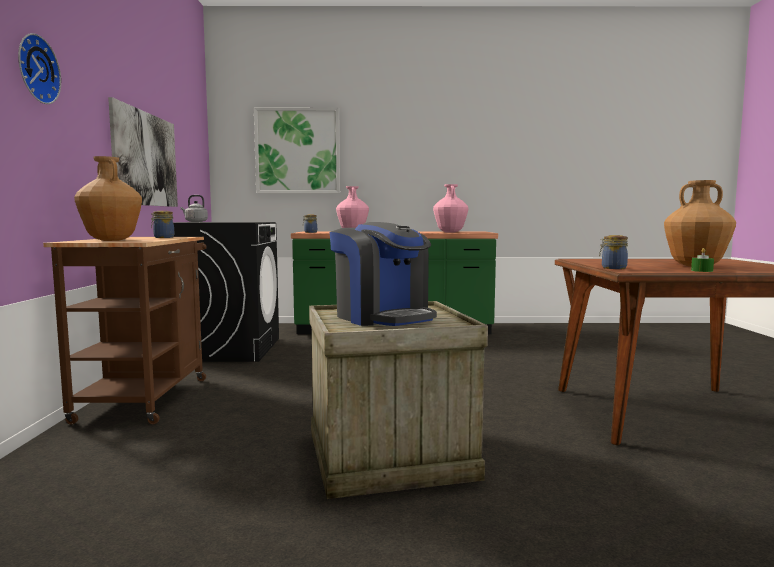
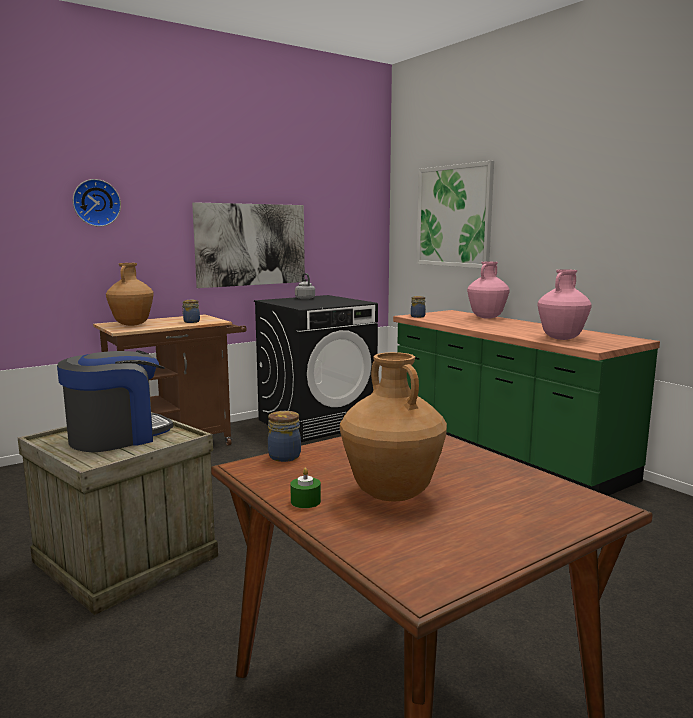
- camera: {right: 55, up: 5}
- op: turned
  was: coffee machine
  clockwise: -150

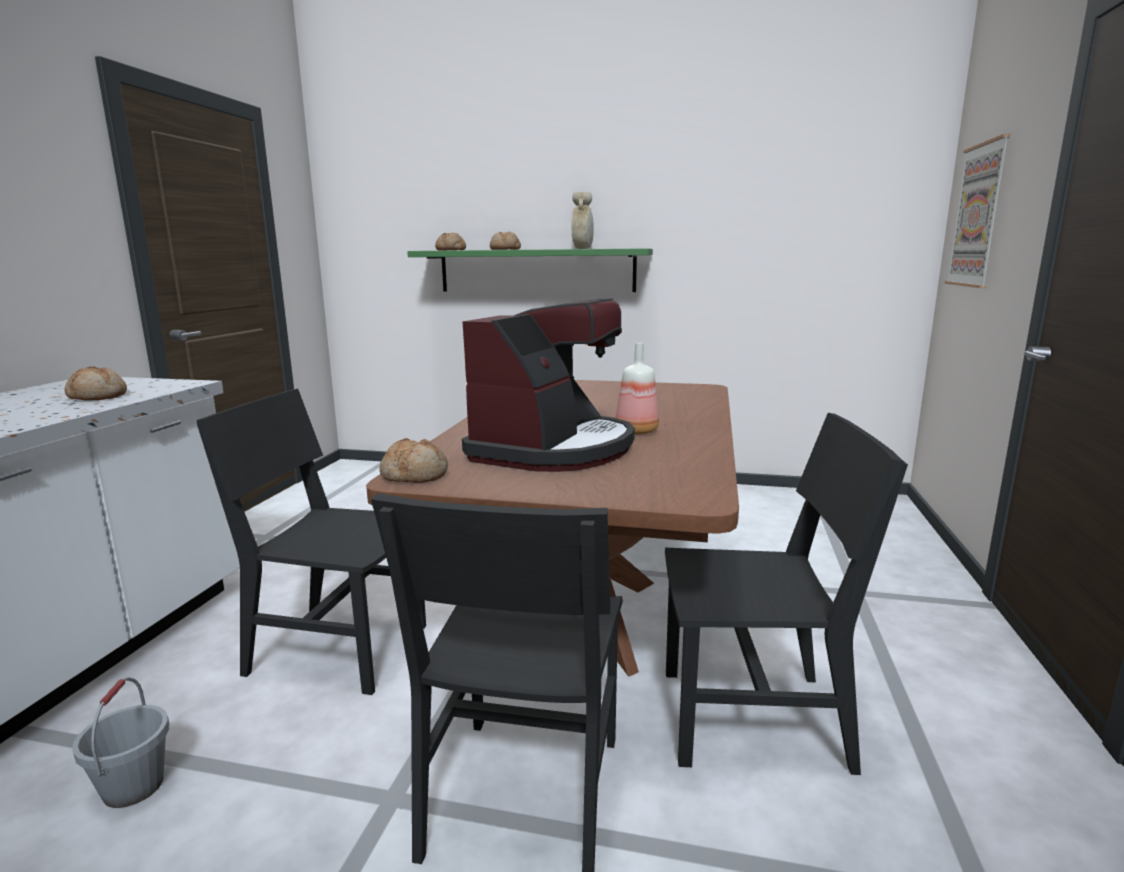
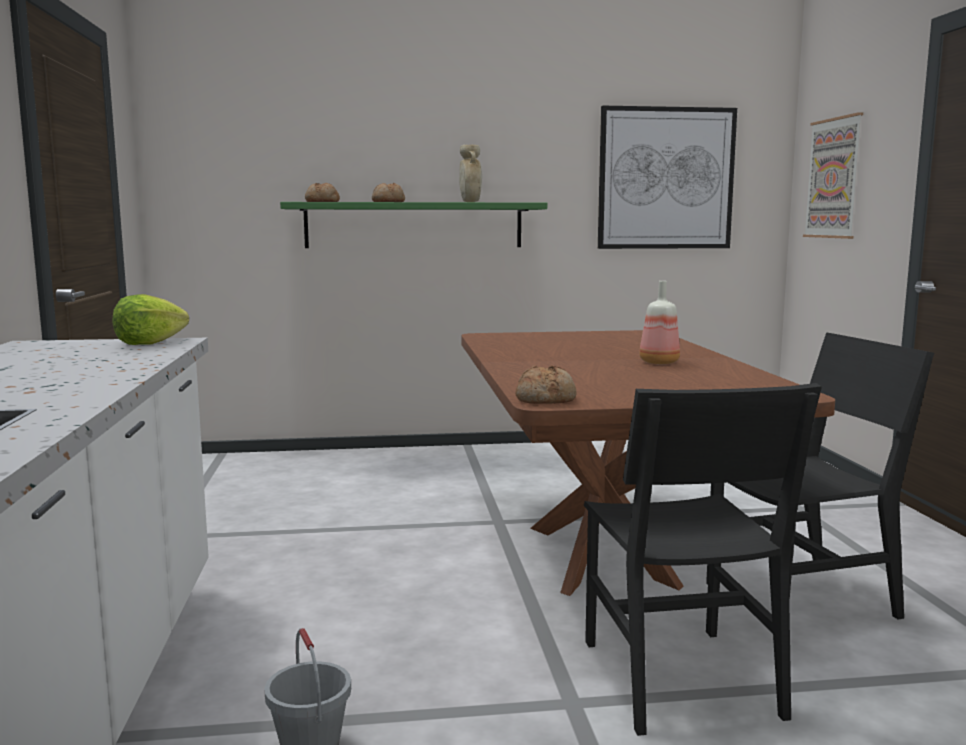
- camera: {right: -20, up: -5}
- op: removed
  was: coffee machine
- op: removed
  was: bread (1st from left)
- op: removed
  was: black chair (1st from left)
- op: added
  now: picture (1st from left)
- op: added
  now: lettuce

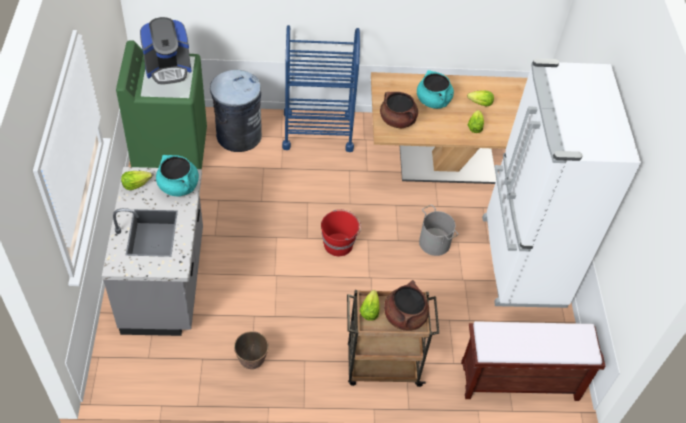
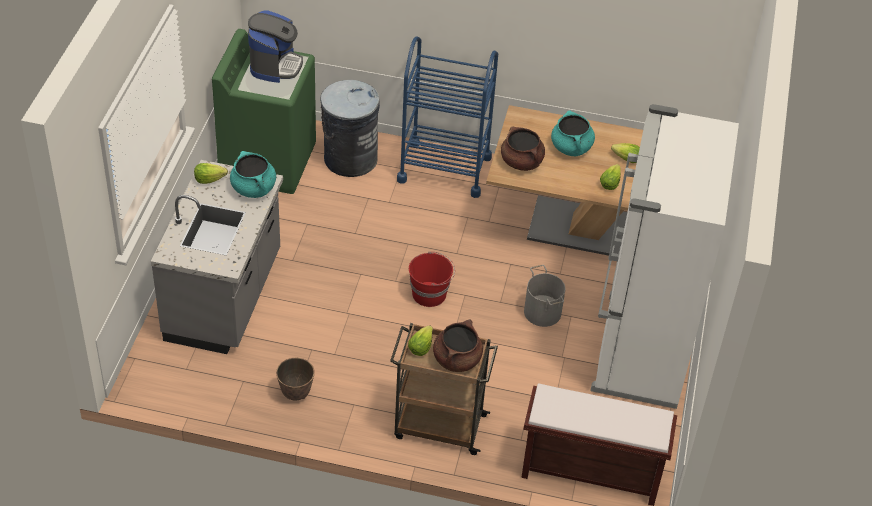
- camera: {right: 15, up: -5}
- op: turned
  was: coffee machine
  clockwise: -75

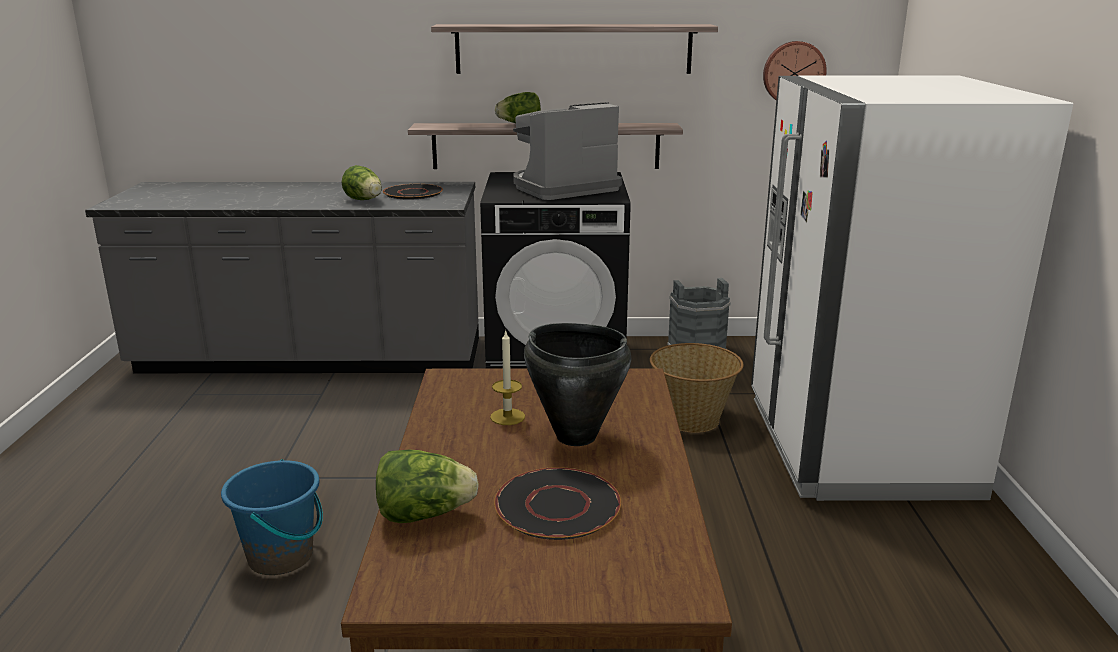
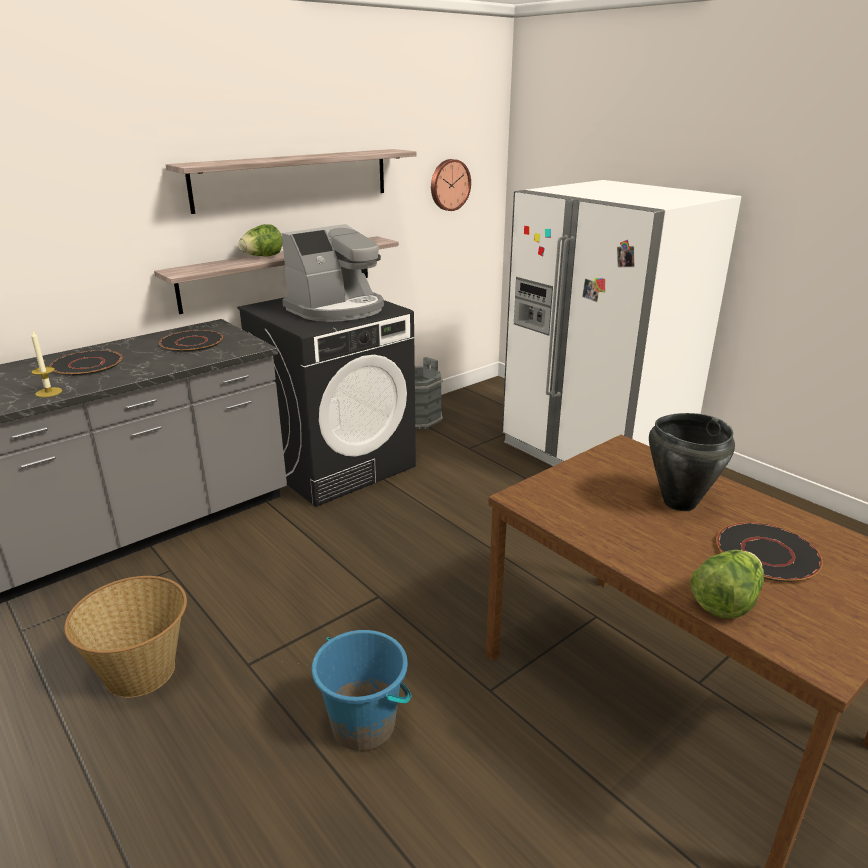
- camera: {right: -40, up: 5}
- op: turned
  was: coffee machine
  clockwise: -150
- op: removed
  was: lettuce (1st from left)
- op: moved
  was: candle
- op: moved
  was: basket
- op: added
  now: black plate (1st from left)

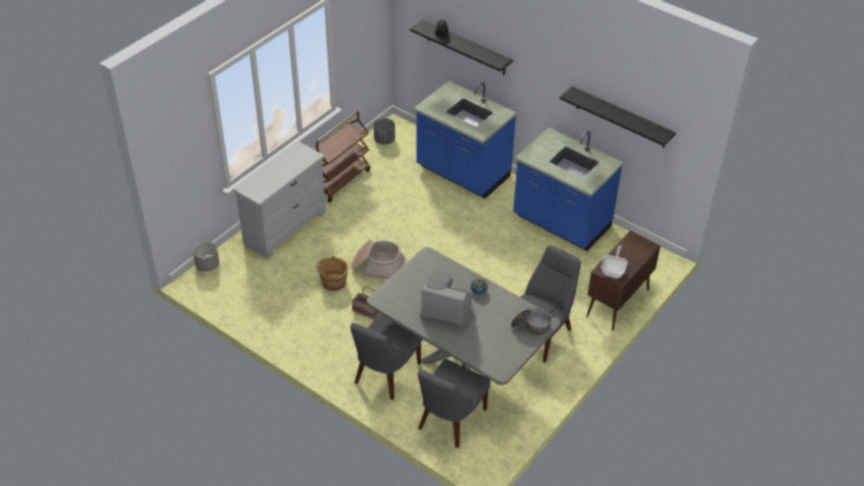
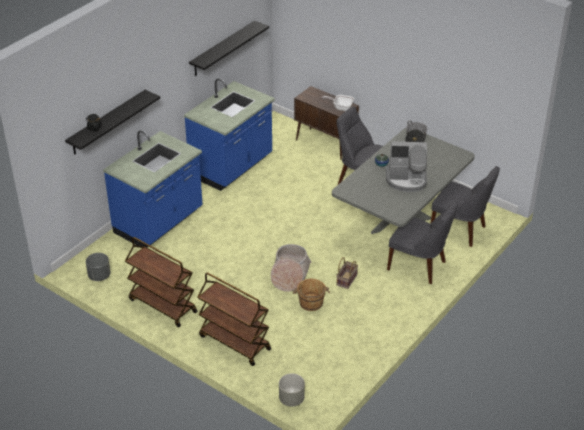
- camera: {right: -90, up: -5}
- op: replaced
  was: white dresser
  now: brown cart (2nd from left)
- op: turned
  was: coffee machine
  clockwise: -105

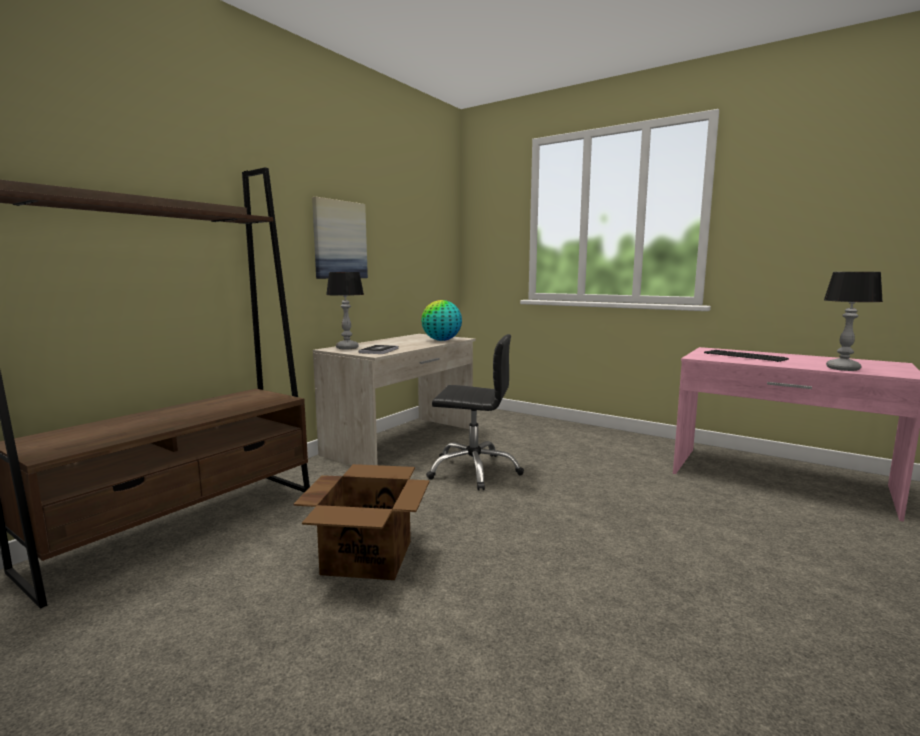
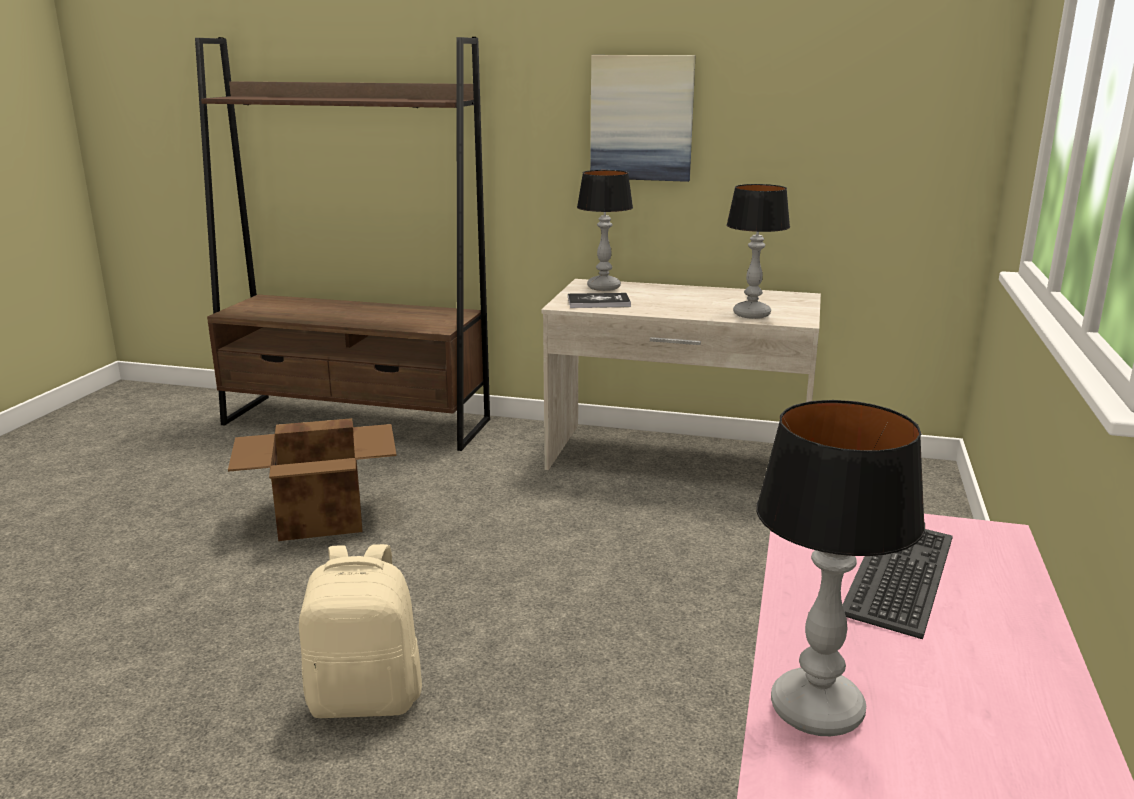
- camera: {right: 70, up: 10}
- op: replaced
  was: globe
  now: table lamp (2nd from left)
- op: removed
  was: black office chair
- op: added
  now: beige backpack

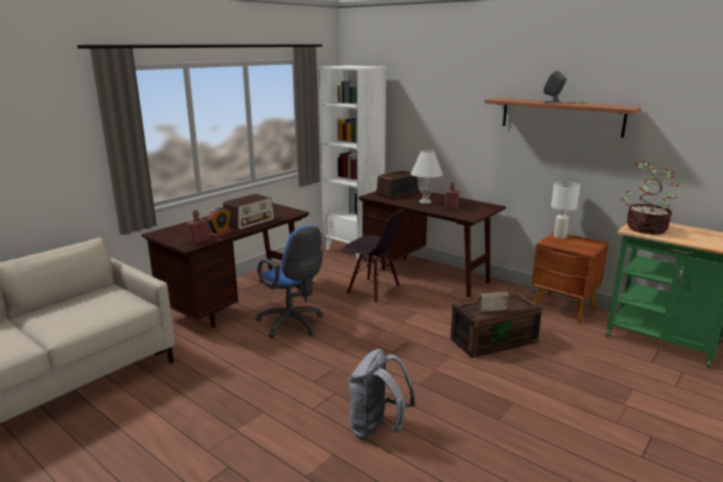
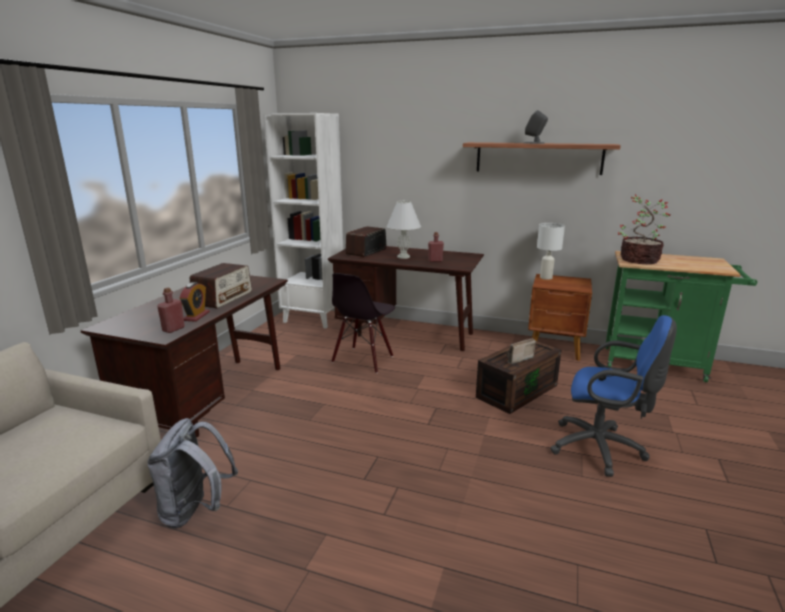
- camera: {right: -20, up: 0}
- op: turned
  was: black chair
  clockwise: 105
- op: moved
  was: blue office chair
- op: moved
  was: grey backpack

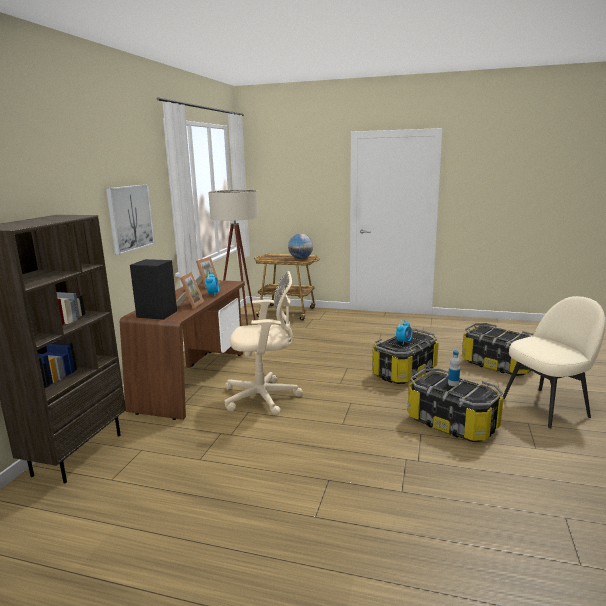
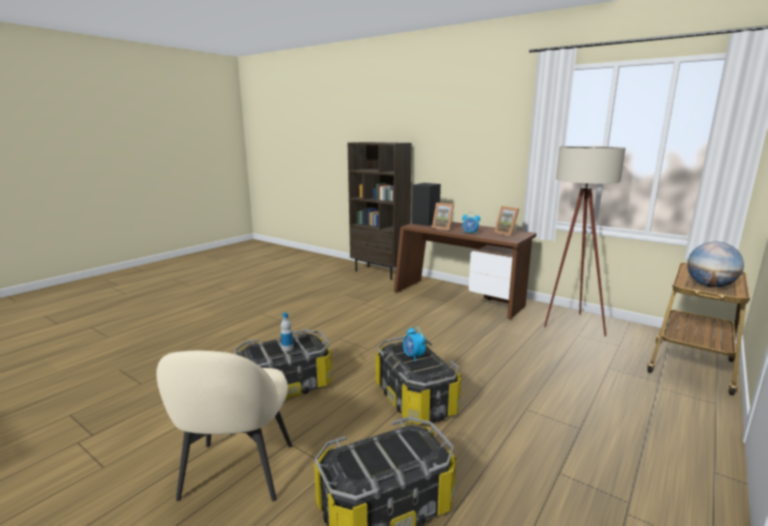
- camera: {right: 110, up: 0}
- op: removed
  was: picture
- op: removed
  was: beige office chair

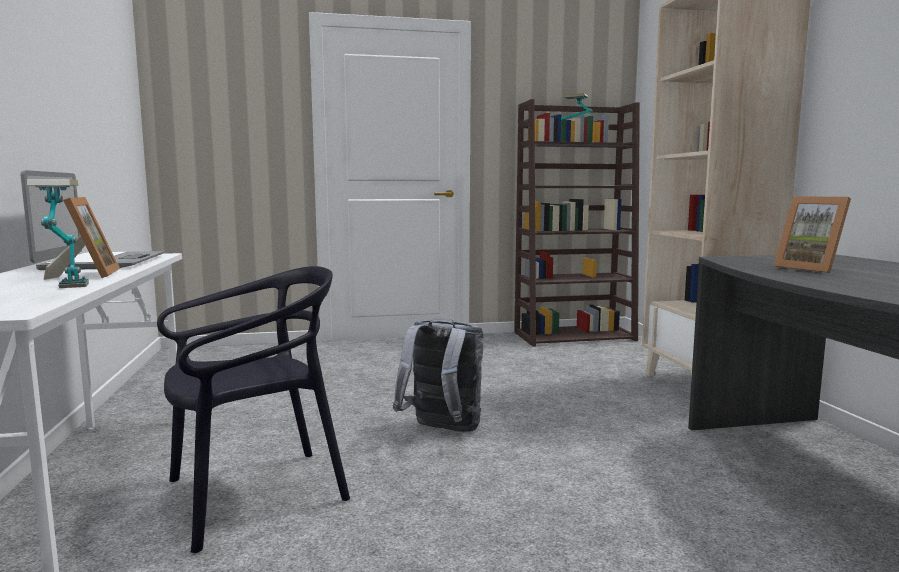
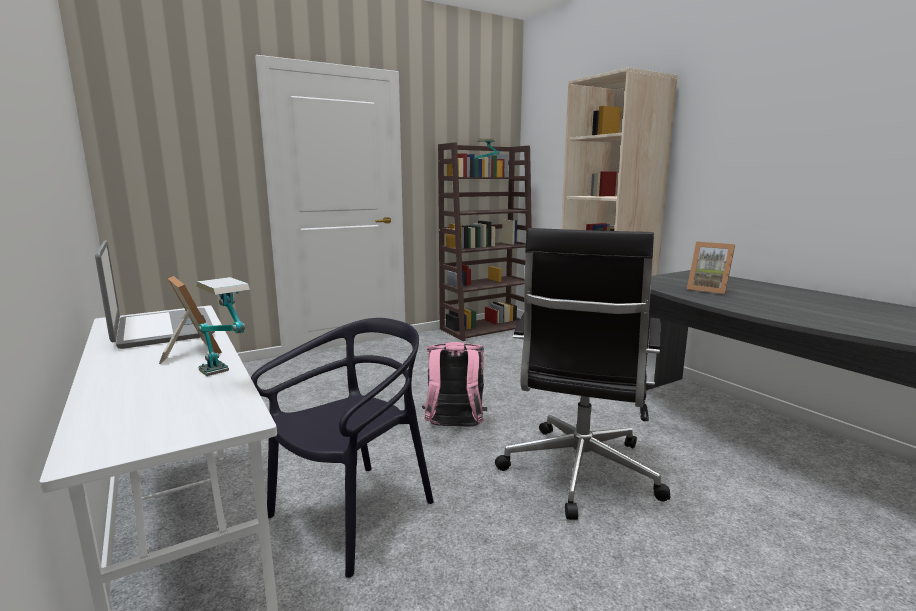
- camera: {right: -20, up: 5}
- op: recoloured
  was: grey backpack
  now: pink backpack
- op: added
  now: black office chair

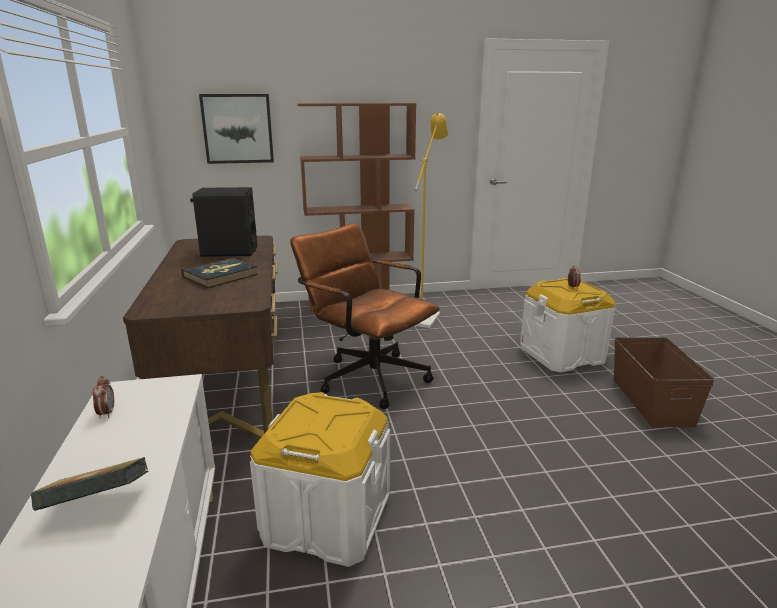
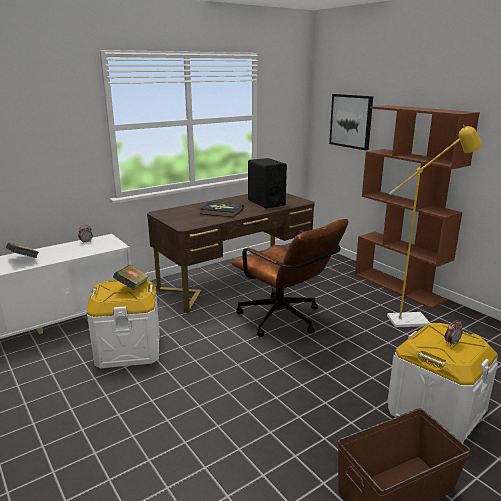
- camera: {right: 65, up: 0}
- op: turned
  was: brown office chair
  clockwise: 120
- op: added
  now: book (2nd from left)

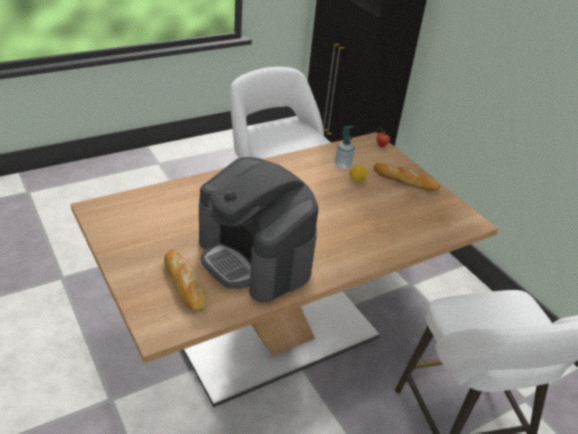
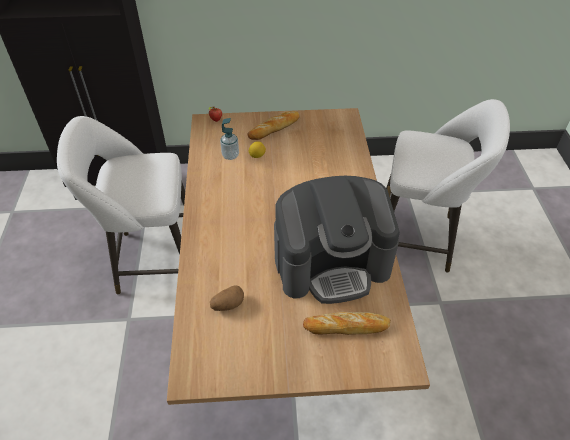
- camera: {right: -60, up: 10}
- op: added
  now: potato

